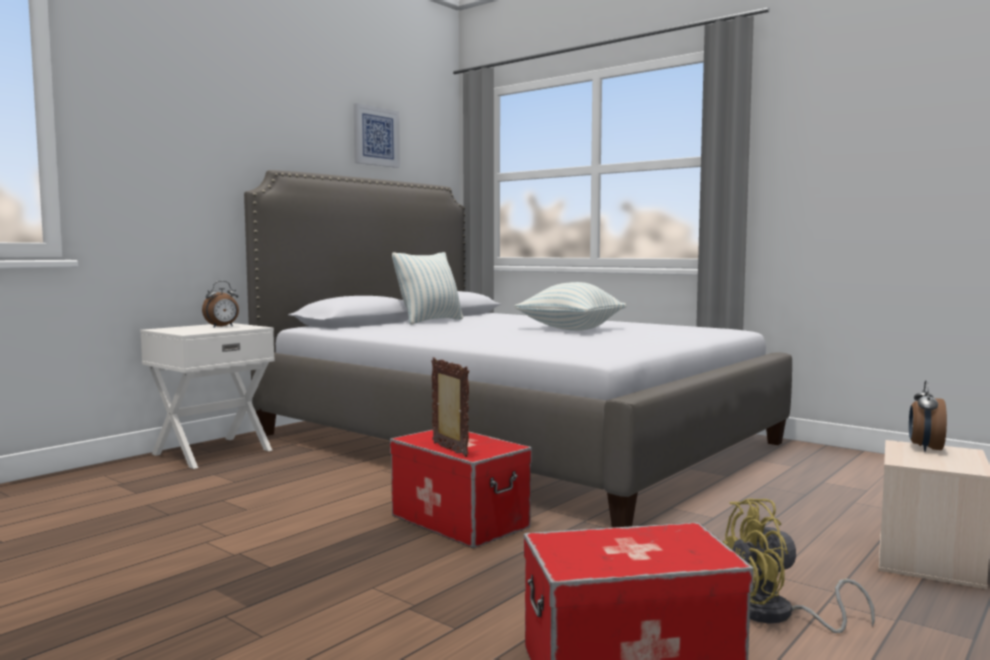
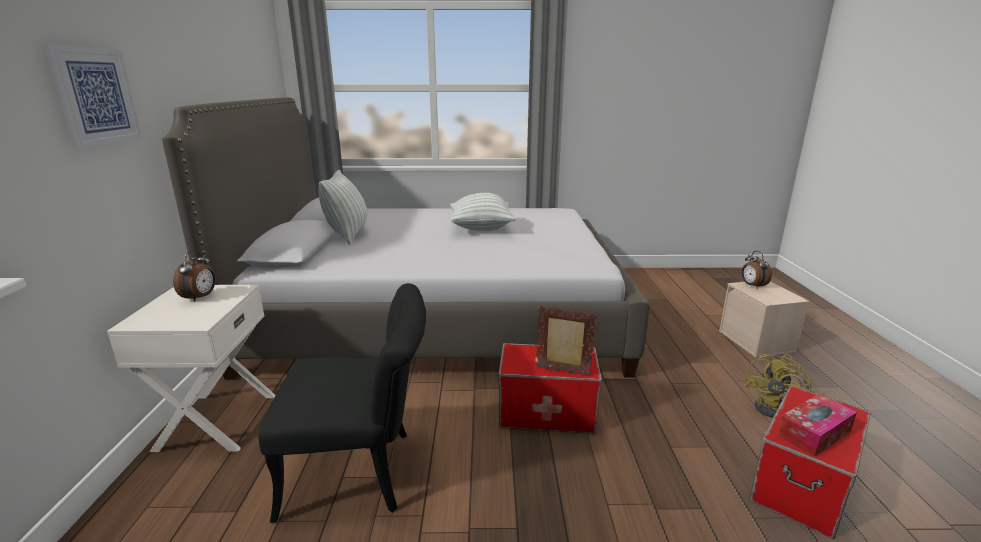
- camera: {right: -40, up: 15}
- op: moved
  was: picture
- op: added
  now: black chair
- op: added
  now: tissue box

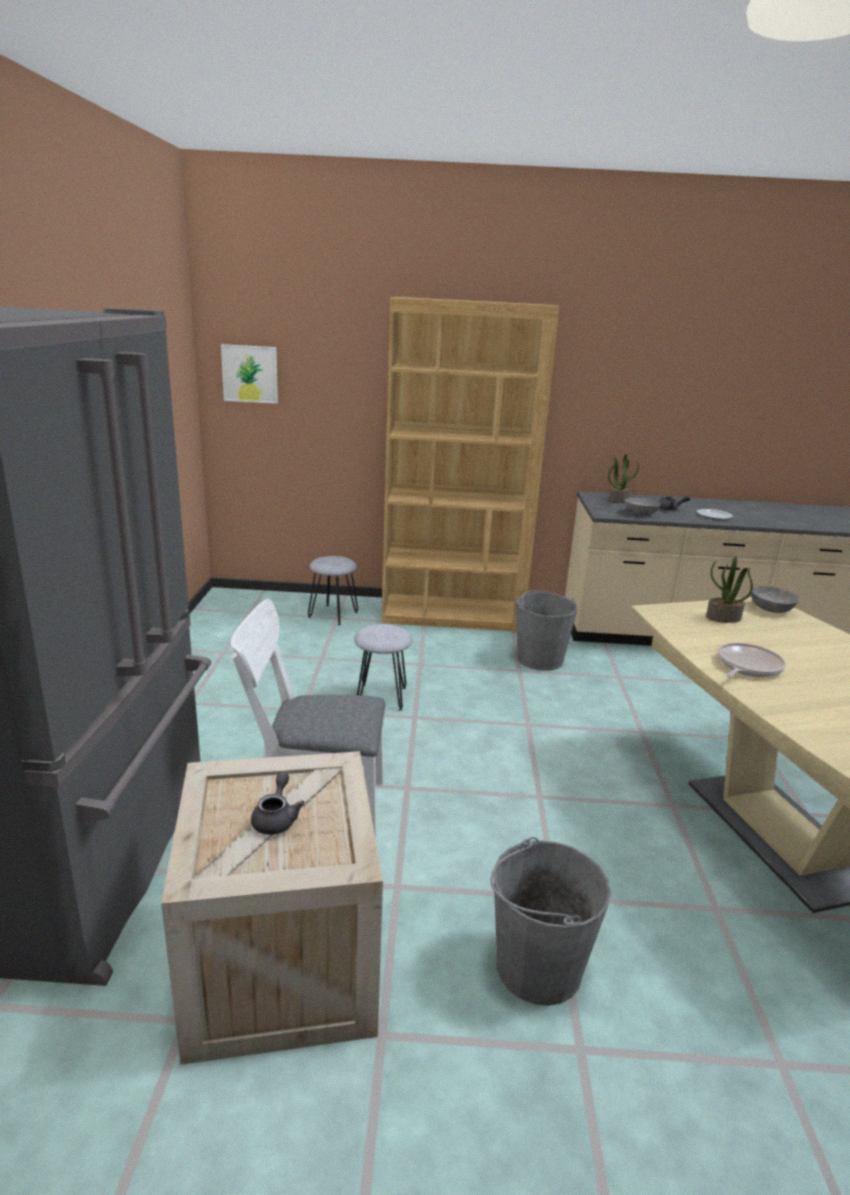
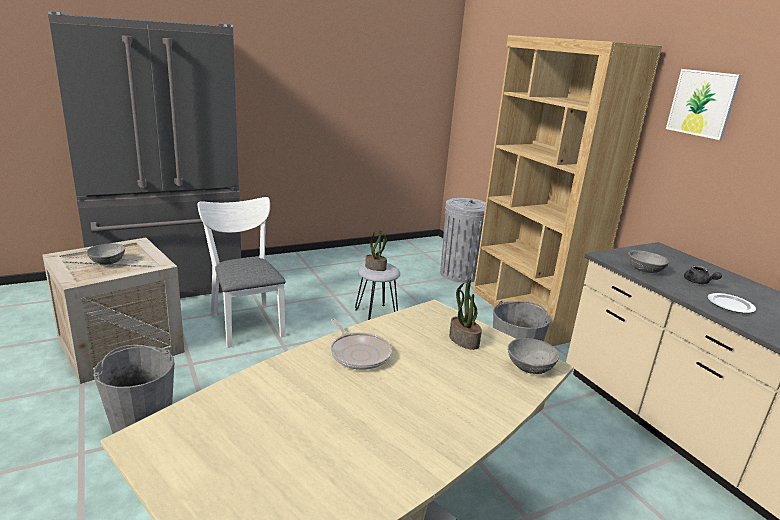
- camera: {right: 60, up: 0}
- op: moved
  was: picture
- op: moved
  was: potted plant (1st from left)
- op: replaced
  was: grey stool (1st from left)
  now: grey trash can
- op: turned
  was: frying pan
  clockwise: 45
- op: replaced
  was: grey teapot (1st from left)
  now: grey bowl (1st from left)

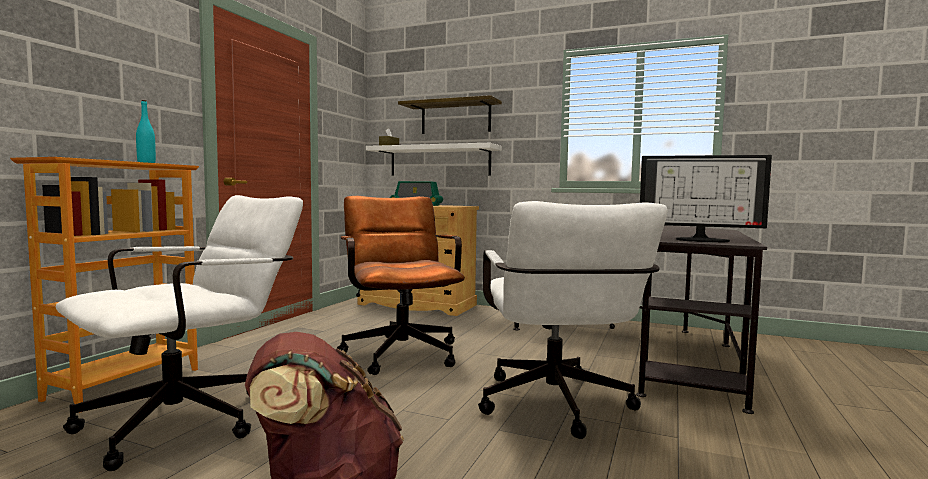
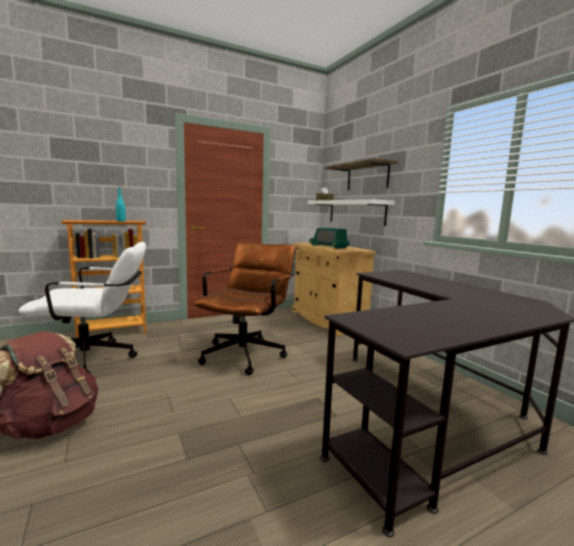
- camera: {right: 40, up: 5}
- op: removed
  was: monitor
- op: removed
  was: white office chair (2nd from left)

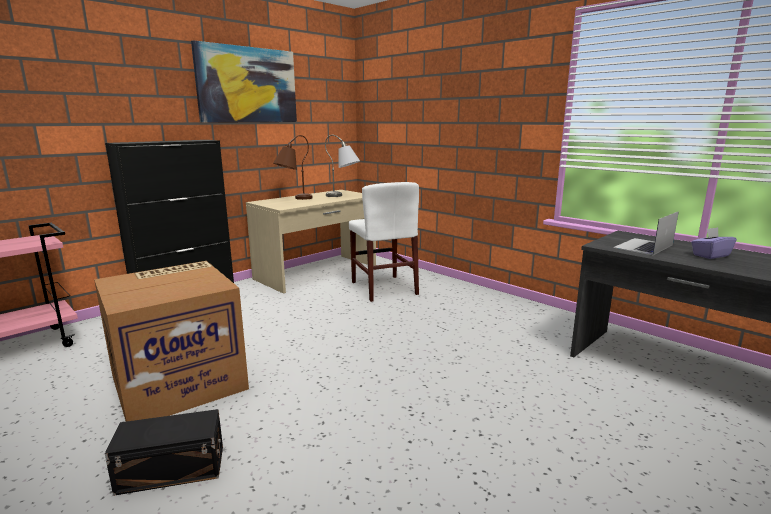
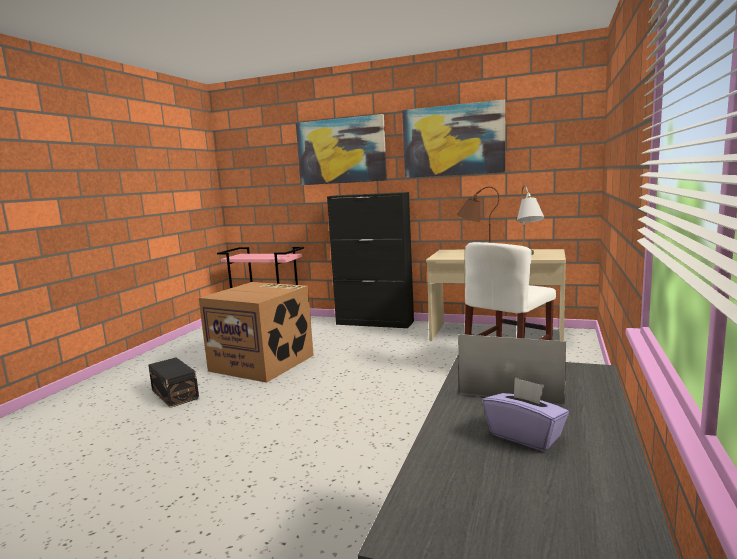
- camera: {right: 65, up: -5}
- op: added
  now: picture (1st from left)

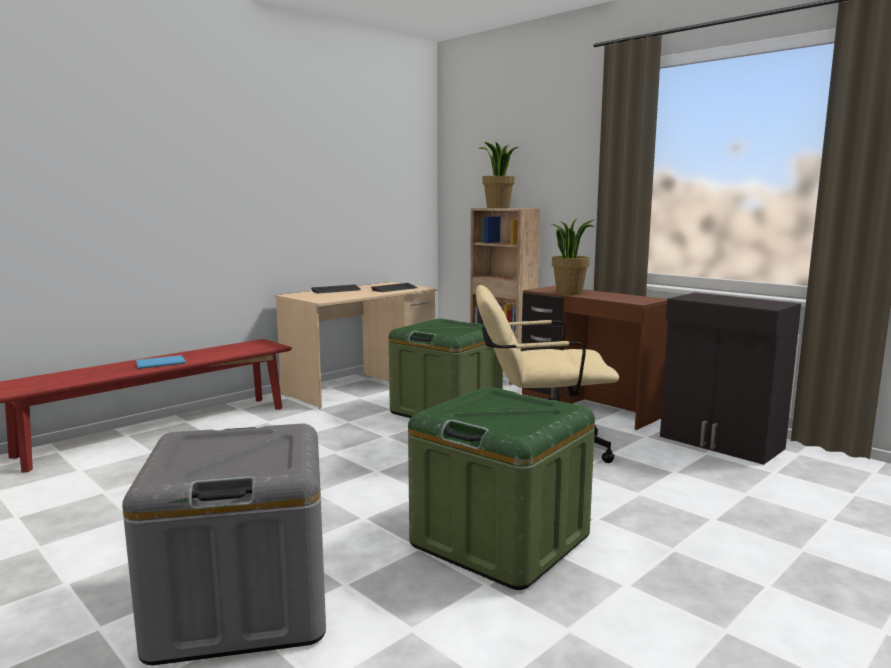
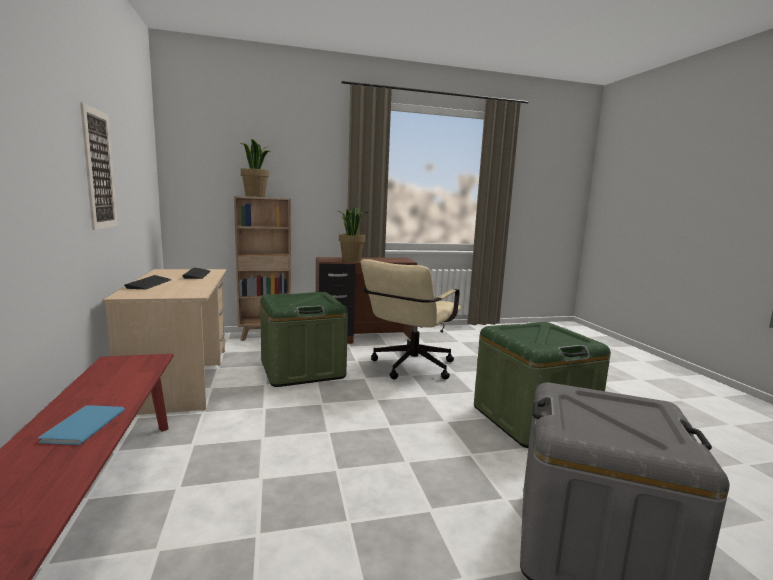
- camera: {right: -60, up: 0}
- op: removed
  was: black cabinet
- op: added
  now: picture

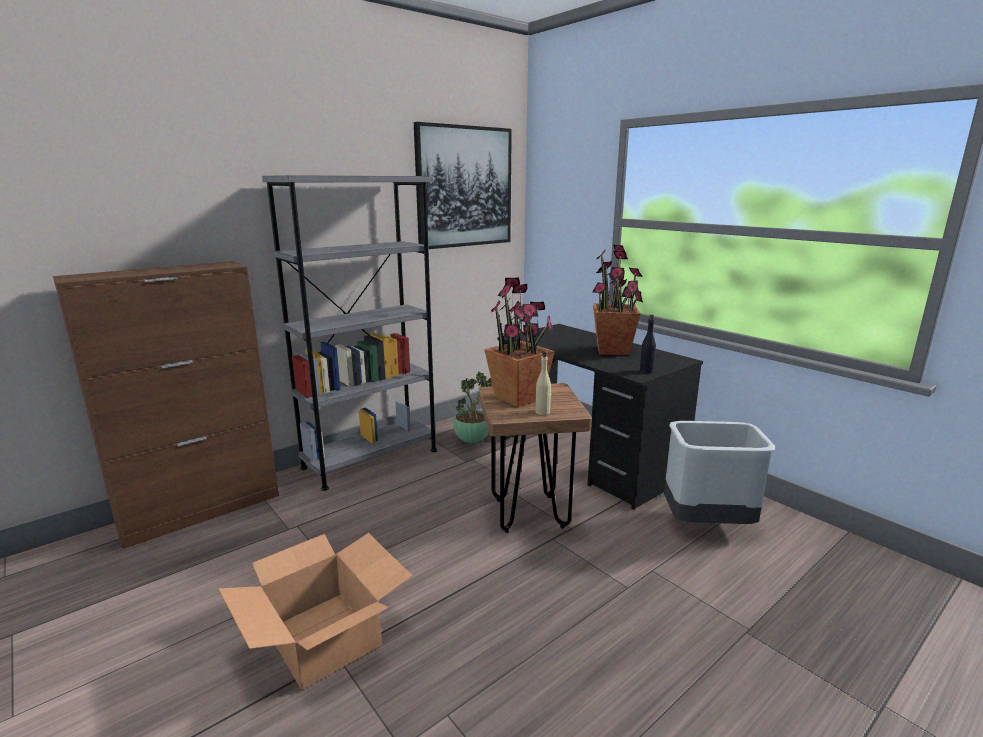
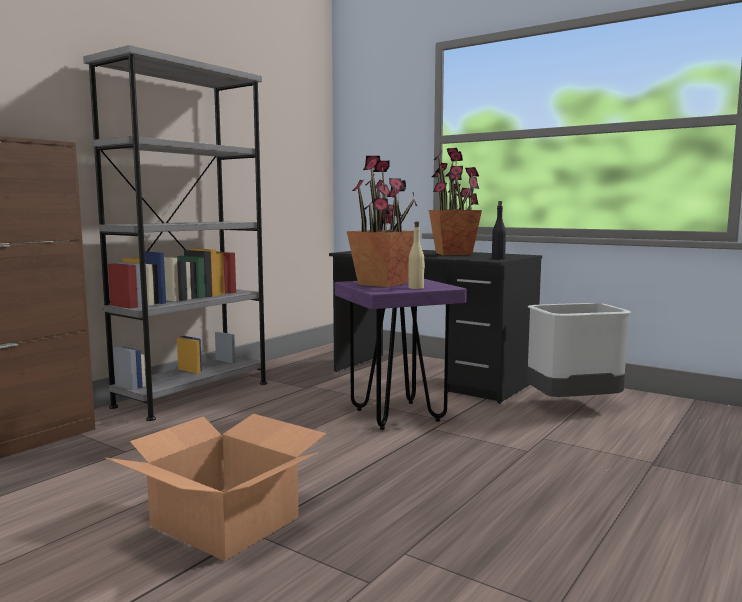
- camera: {right: -15, up: -10}
- op: removed
  was: picture
- op: removed
  was: potted plant (1st from left)
- op: recoloured
  was: brown stool
  now: purple stool

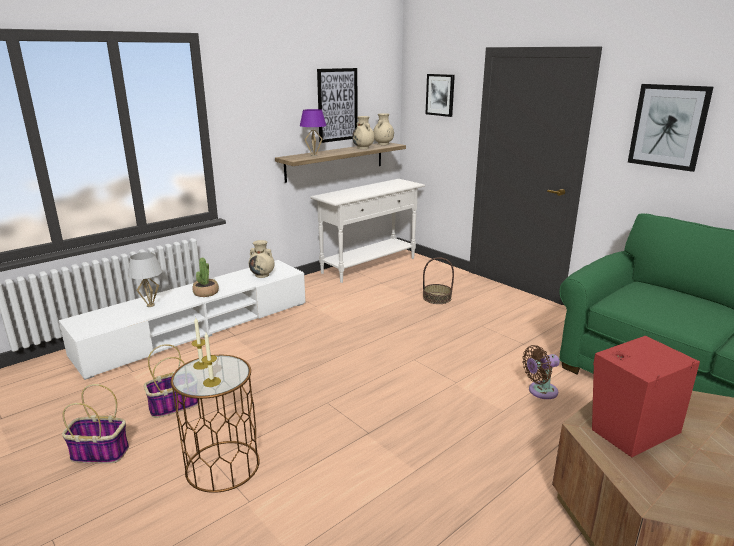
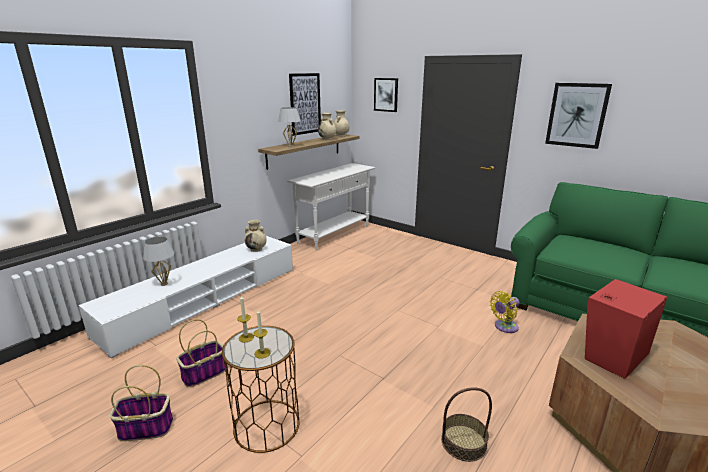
- camera: {right: -10, up: 0}
- op: recoloured
  was: purple table lamp
  now: white table lamp (2nd from left)
- op: moved
  was: basket (3rd from left)
- op: removed
  was: potted plant
- op: recoloured
  was: brown fan
  now: yellow fan

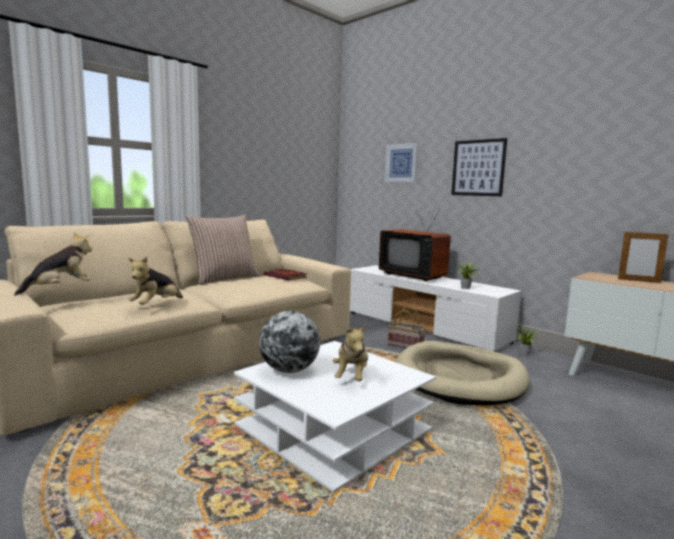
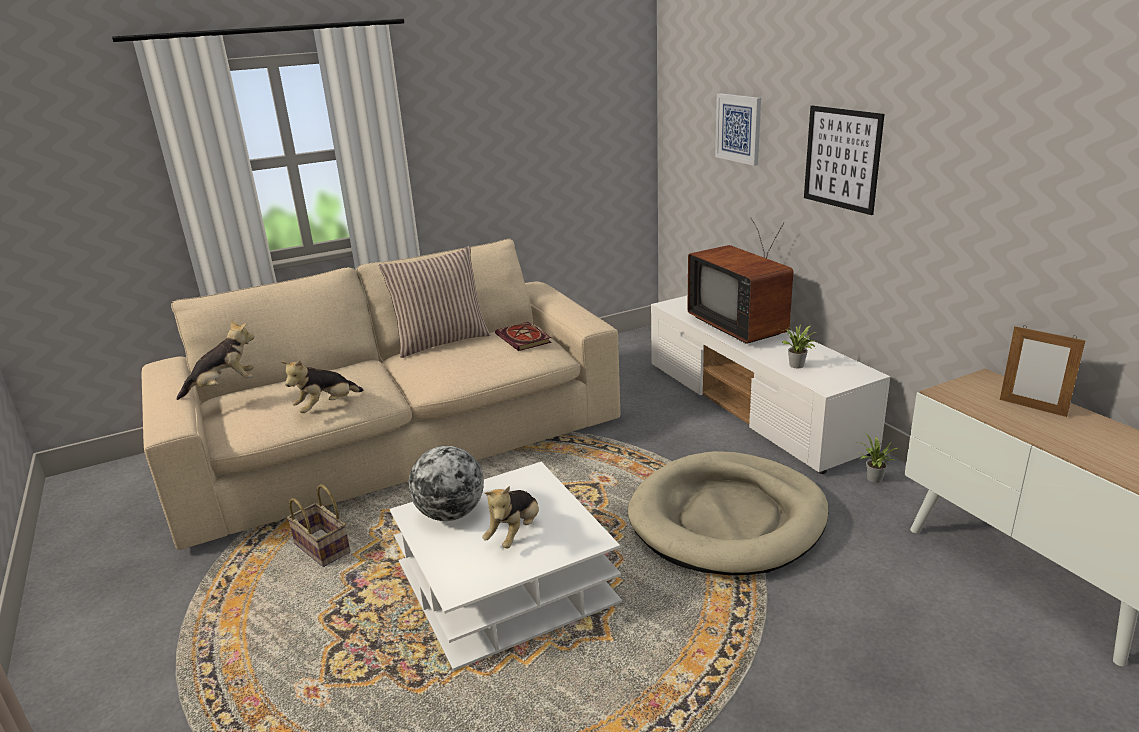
- camera: {right: 20, up: 15}
- op: moved
  was: basket

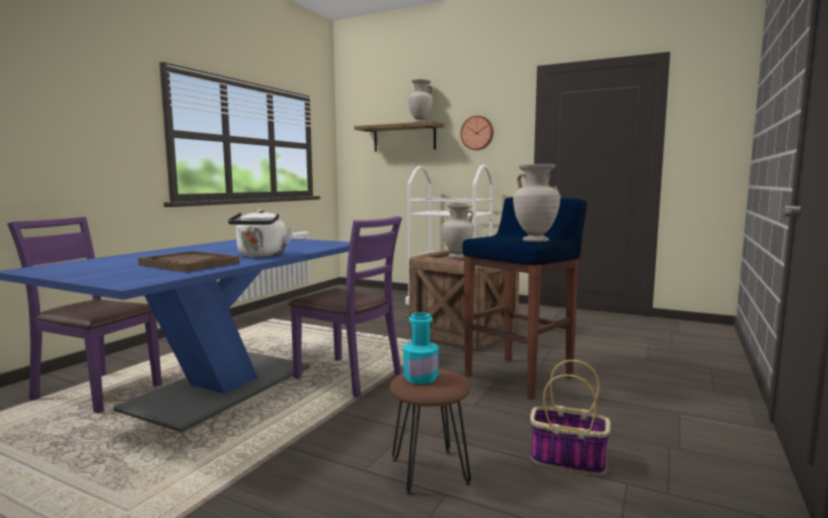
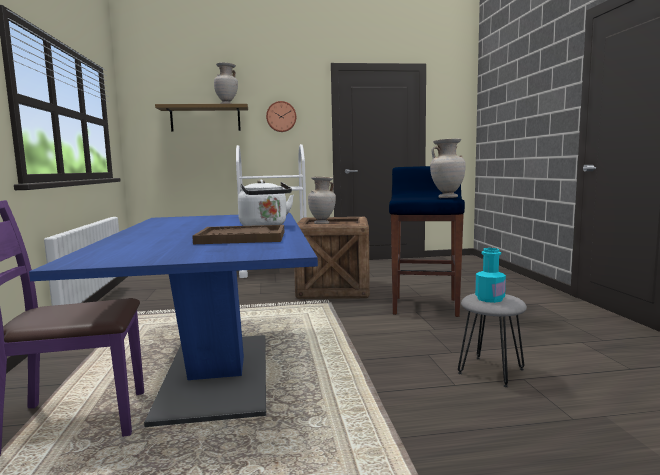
- camera: {right: -35, up: 0}
- op: removed
  was: purple chair (2nd from left)
- op: removed
  was: basket
- op: recoloured
  was: brown stool
  now: grey stool

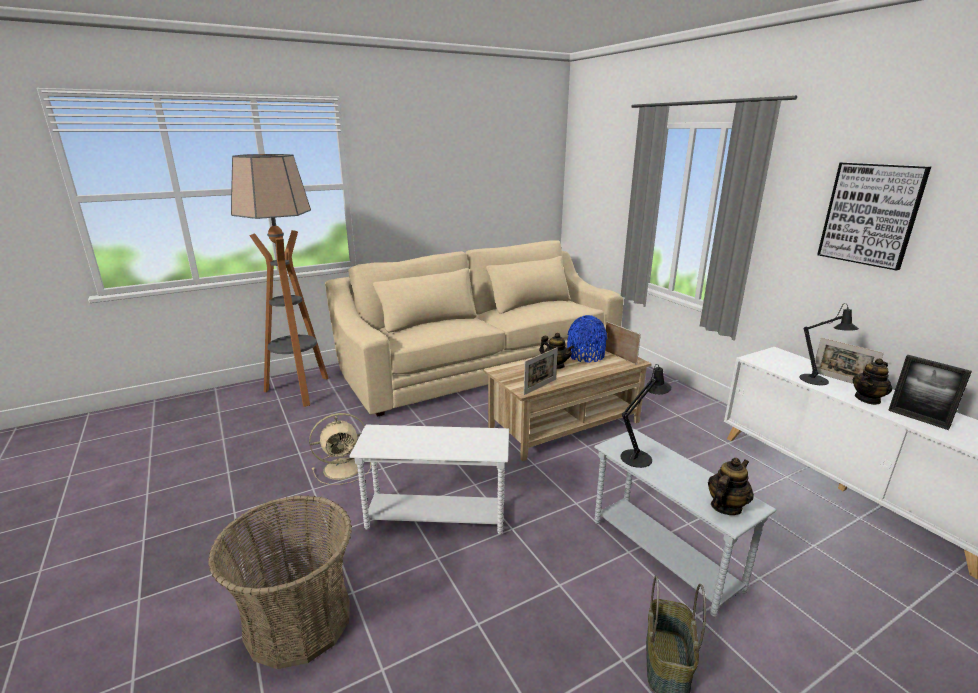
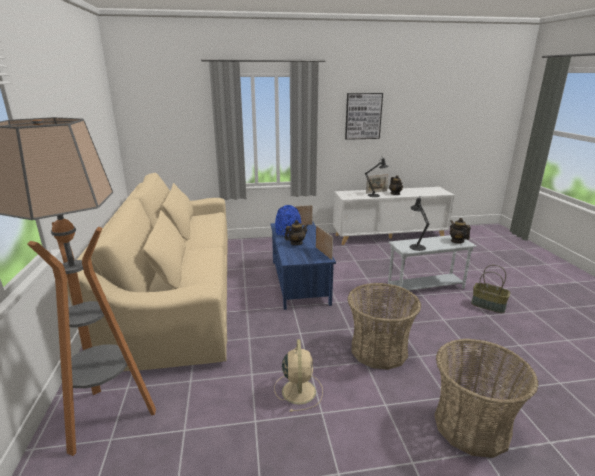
- camera: {right: -70, up: 0}
- op: recoloured
  was: beige coffee table
  now: blue coffee table
- op: removed
  was: picture frame (4th from left)
- op: replaced
  was: white side table (1st from left)
  now: basket (1st from left)

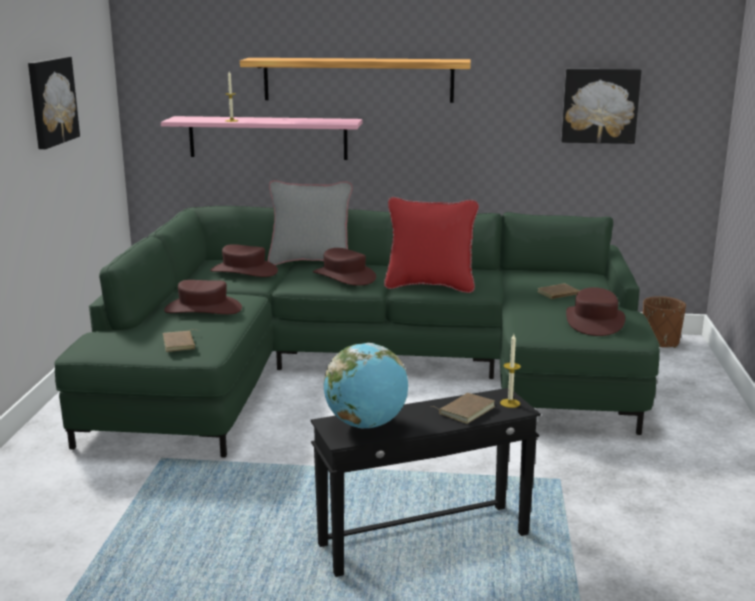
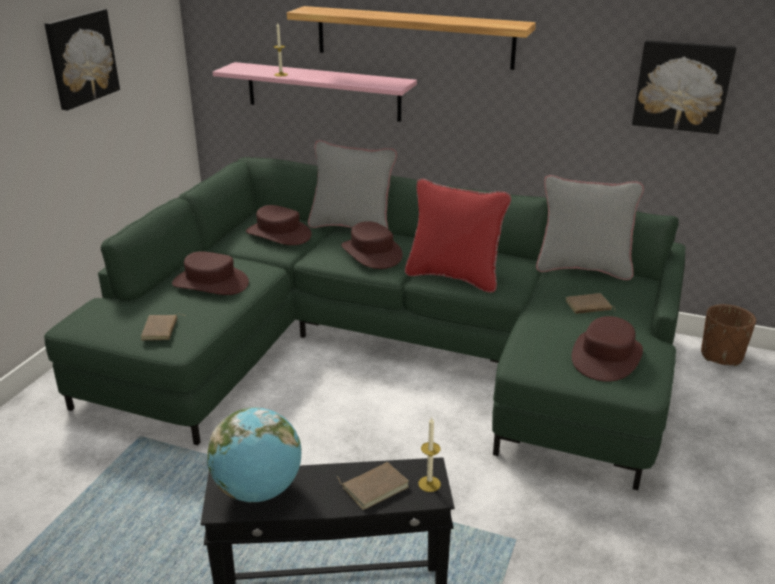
- camera: {right: 15, up: 10}
- op: added
  now: grey pillow (2nd from left)

